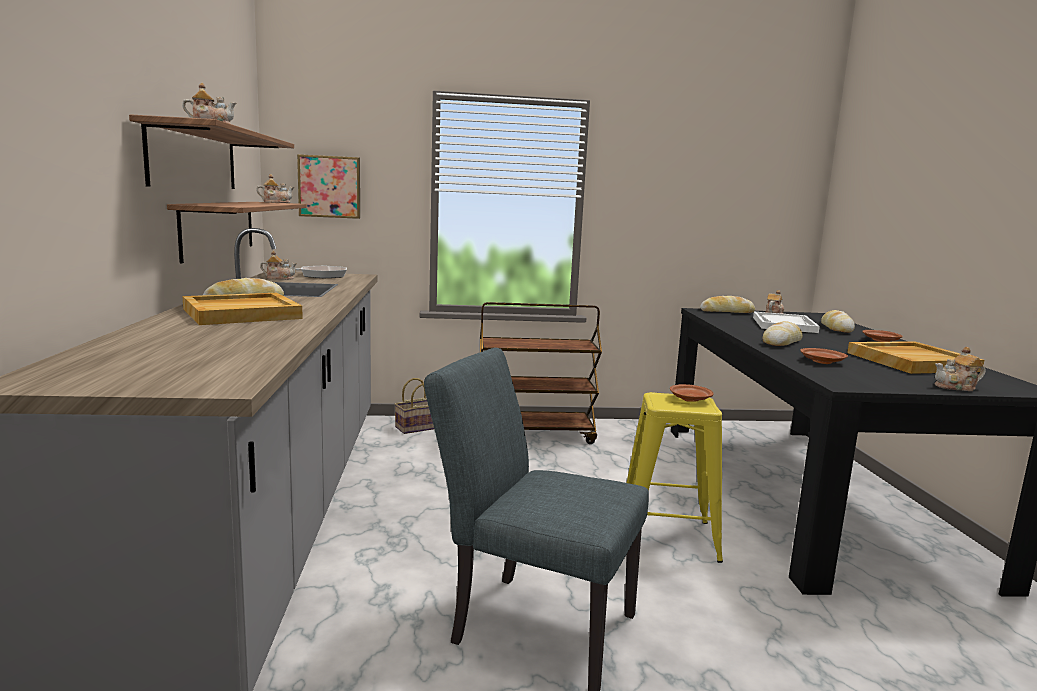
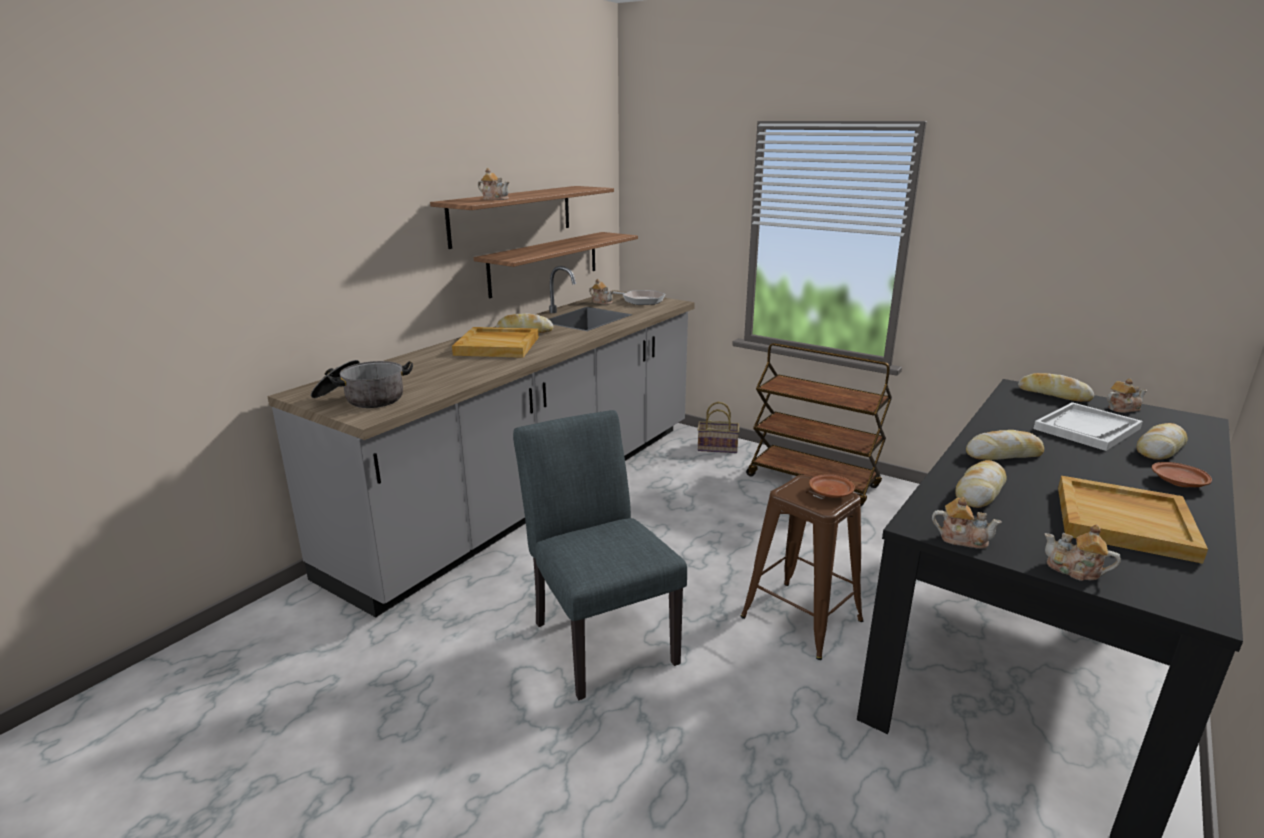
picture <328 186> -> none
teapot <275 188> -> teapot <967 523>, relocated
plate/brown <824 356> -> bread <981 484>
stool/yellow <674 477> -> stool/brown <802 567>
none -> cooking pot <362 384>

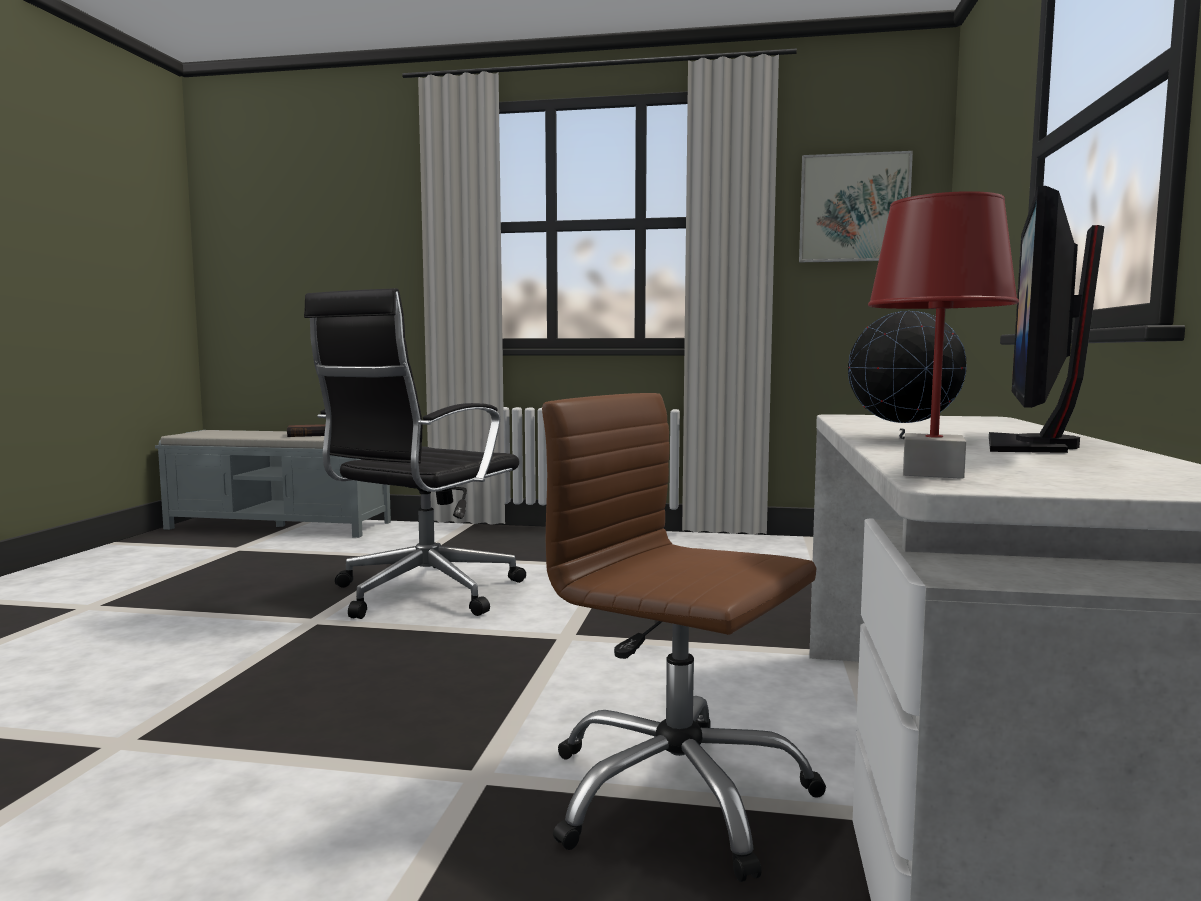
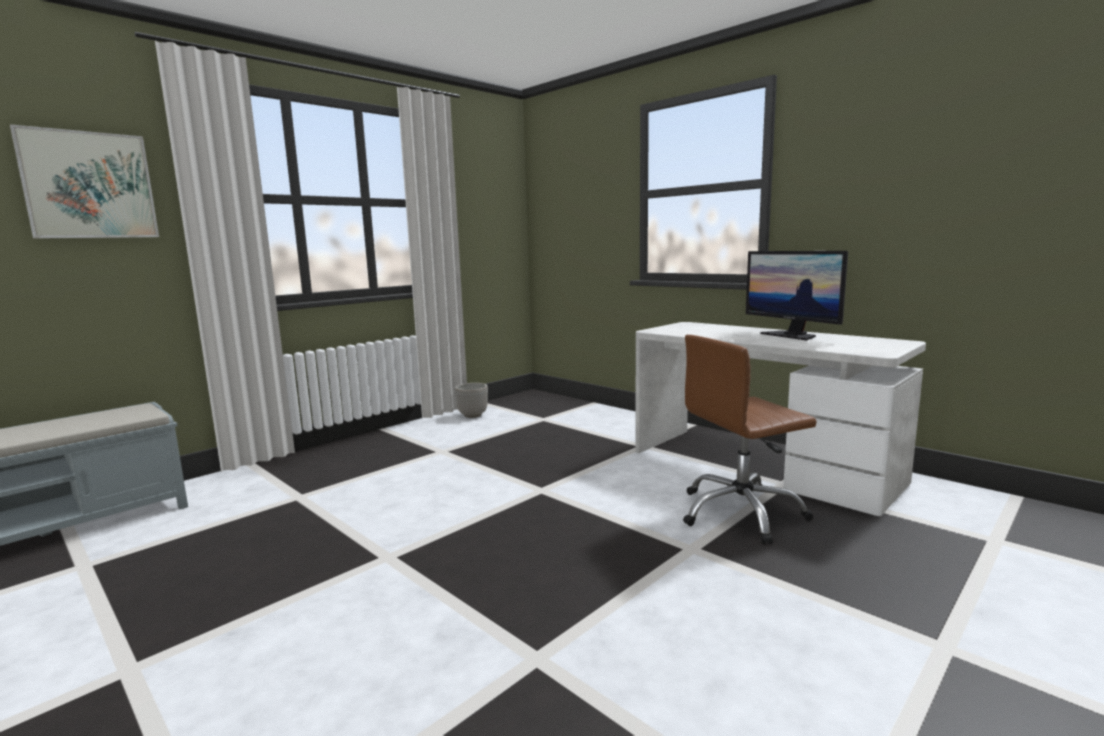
picture <856 206> -> picture <84 181>, relocated
table lamp/red <943 335> -> none
office chair/black <415 453> -> none
globe <907 375> -> none
book <306 430> -> none
none -> planter <471 400>

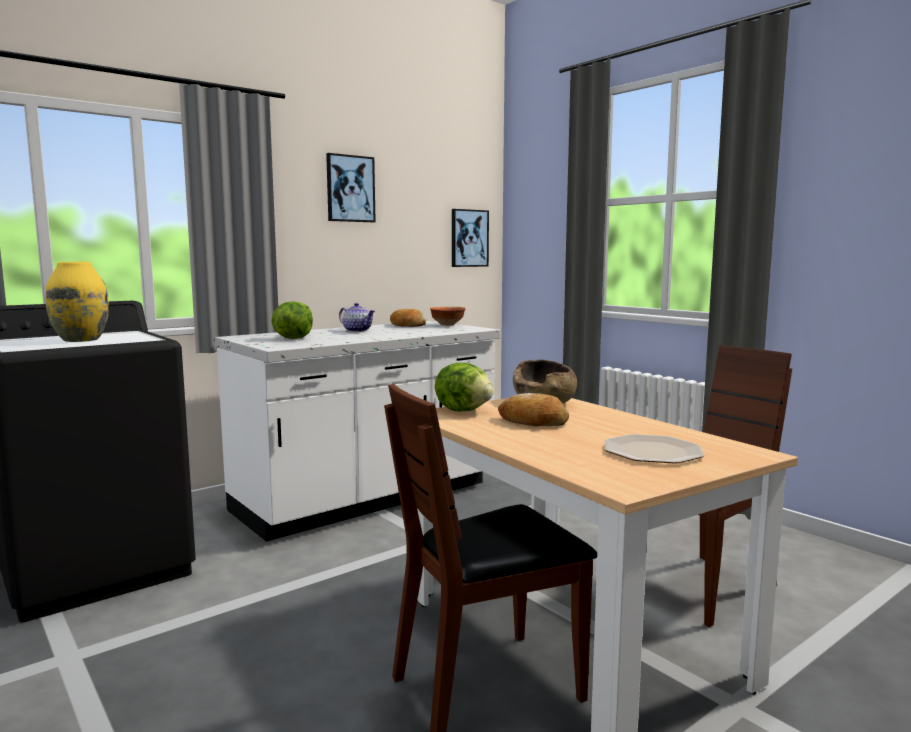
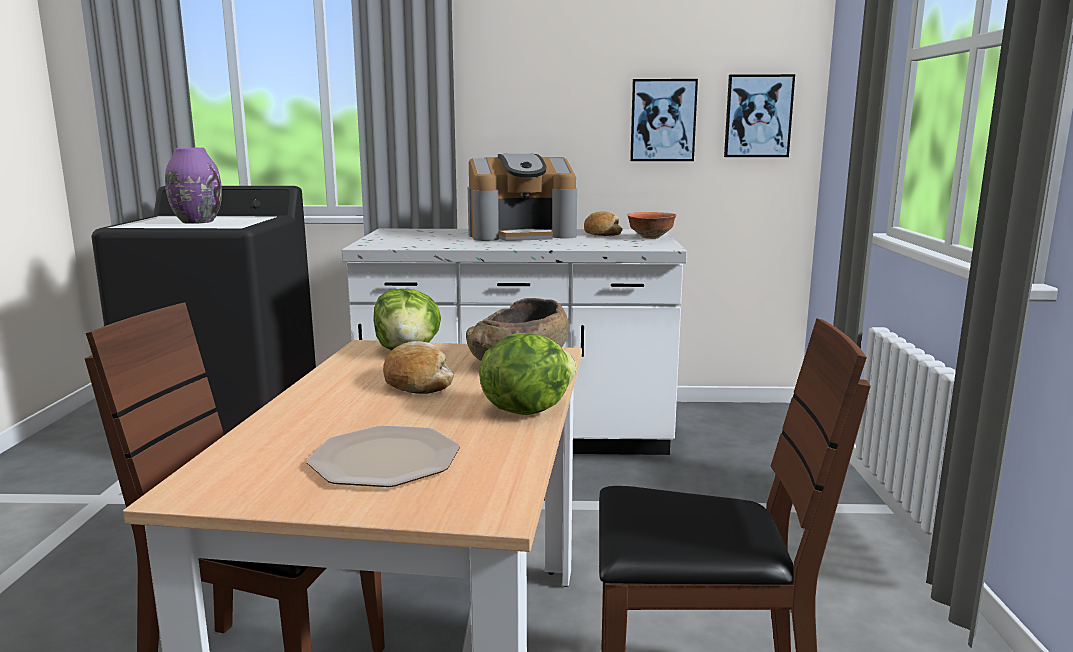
picture <351 187> -> picture <664 120>, relocated
vase/yellow <77 302> -> vase/purple <193 186>
lettuce <292 320> -> lettuce <528 374>, relocated
teapot <357 317> -> coffee machine <522 197>

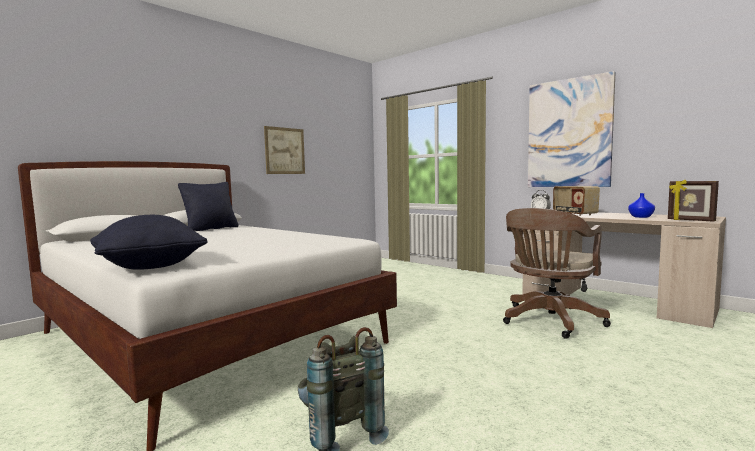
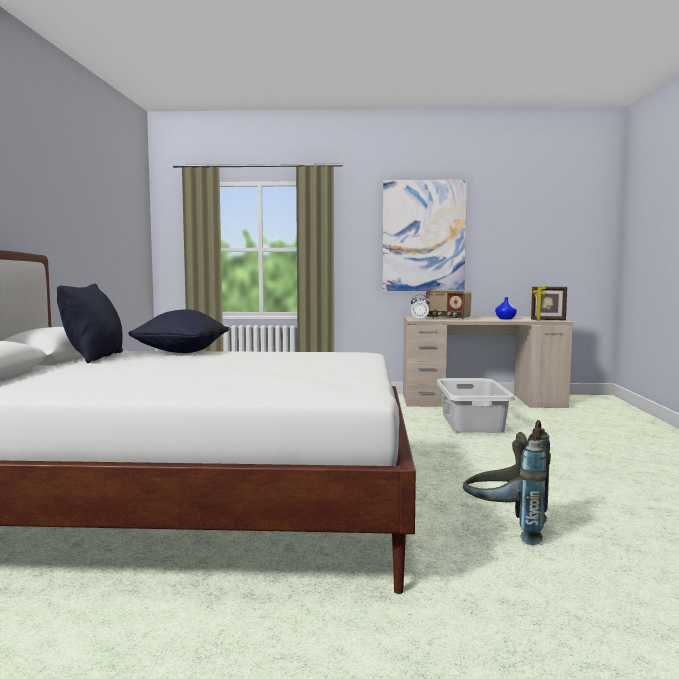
picture <284 150> -> none
office chair/brown <557 273> -> laundry basket/grey <476 405>
pillow/black <149 242> -> pillow/black <178 331>, relocated

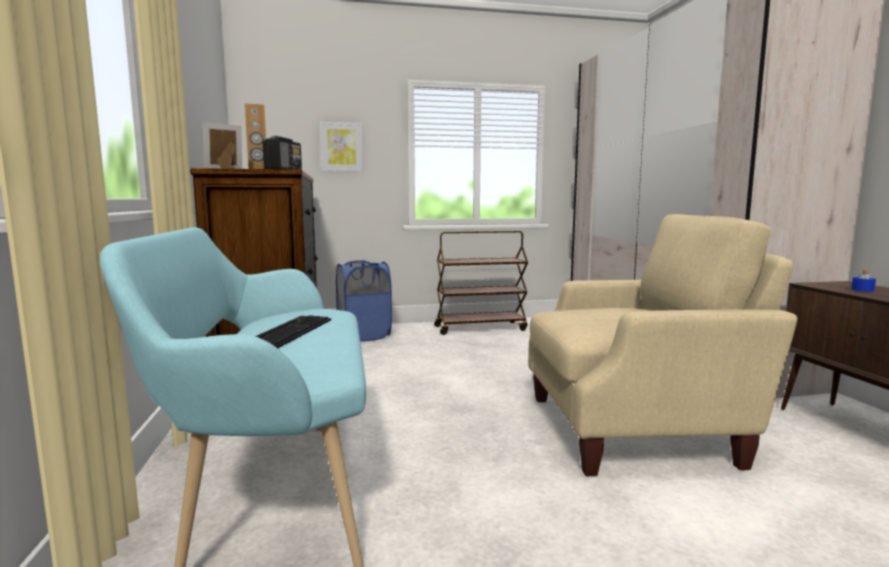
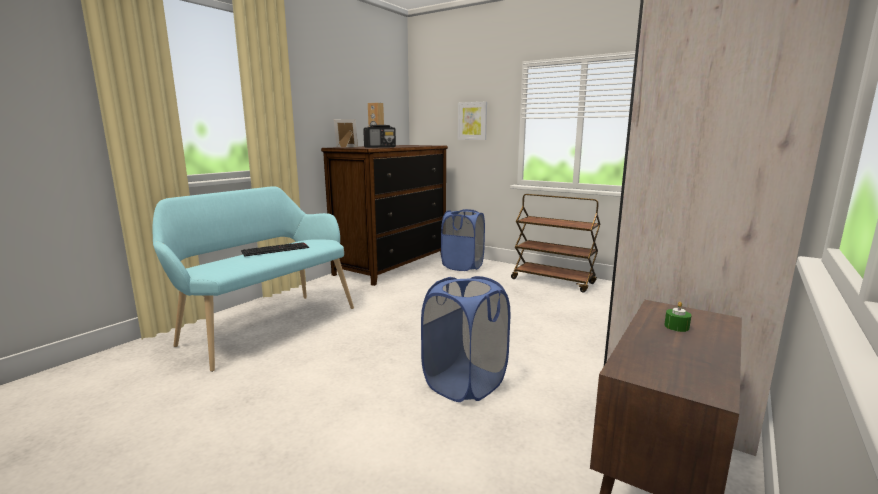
armchair/beige <662 345> -> laundry basket/blue <465 339>
candle/blue <863 280> -> candle/green <677 317>

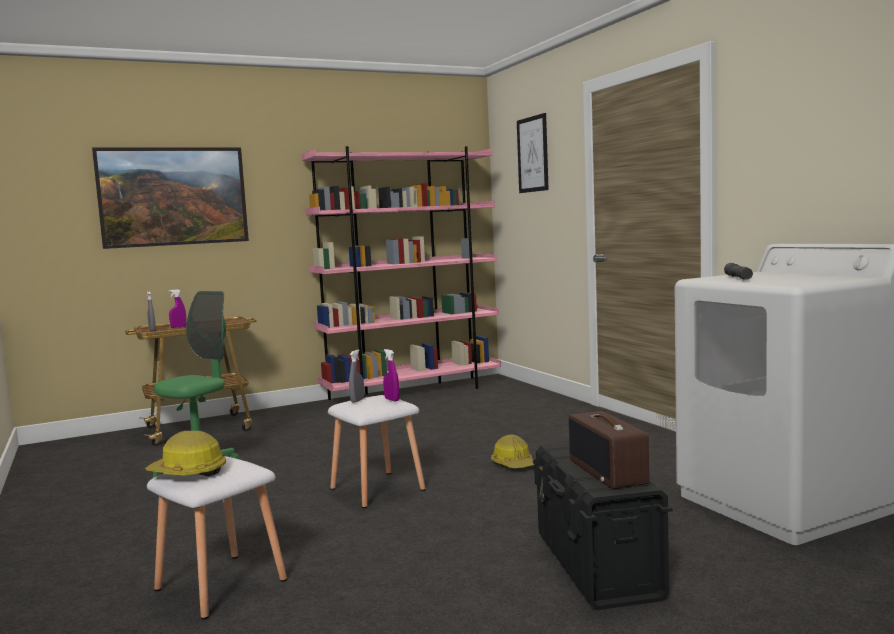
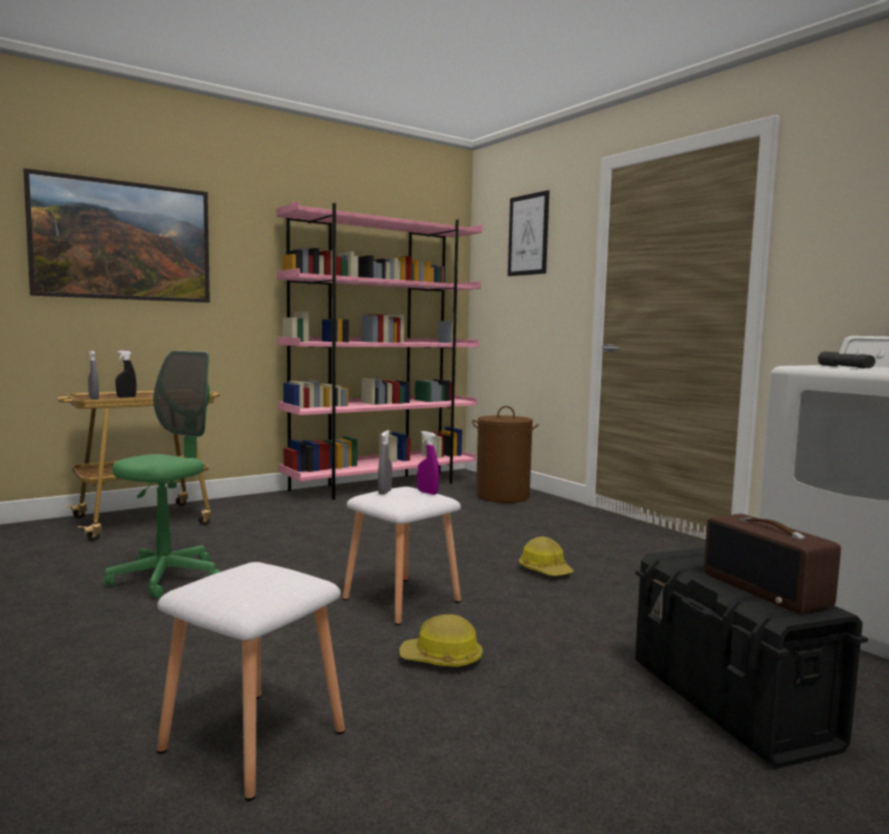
spray bottle/purple <178 308> -> spray bottle/black <126 374>
hard hat <185 454> -> hard hat <441 640>, relocated
none -> laundry basket/brown <505 454>

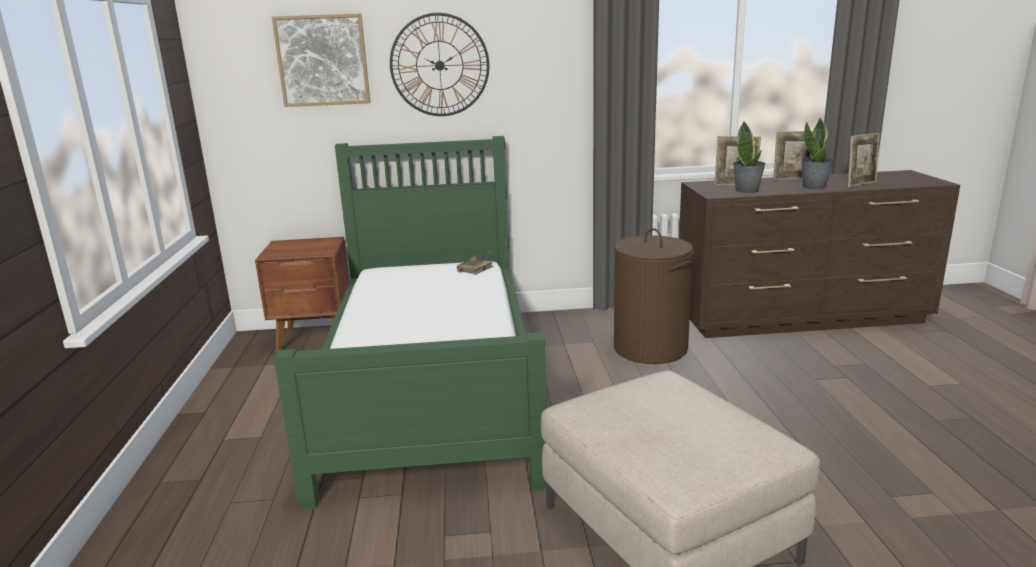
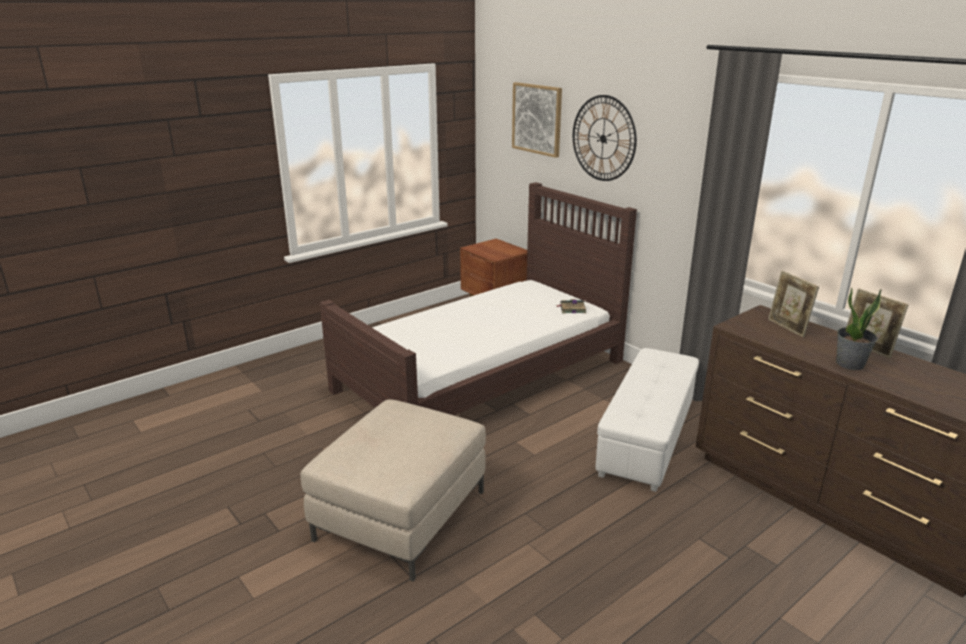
potted plant <749 157> -> none
picture frame <864 160> -> none
bed/green <410 323> -> bed/brown <478 298>
laundry basket/brown <654 296> -> ottoman/white <647 420>

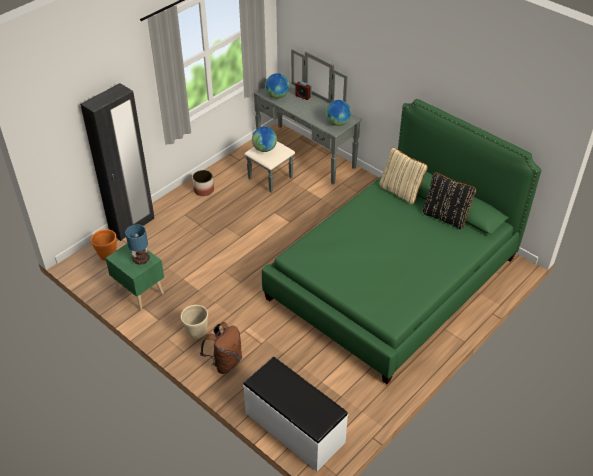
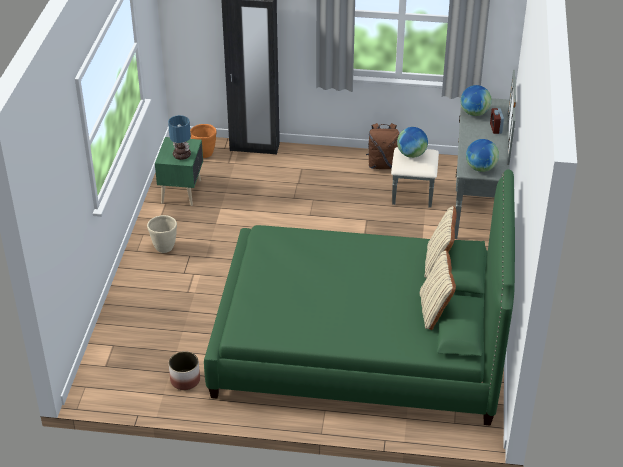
planter <203 183> -> planter <184 370>, relocated
pillow/black <449 200> -> pillow/beige <438 290>
backpack/brown <221 348> -> backpack/brown <382 146>, relocated
bench/white <295 414> -> none

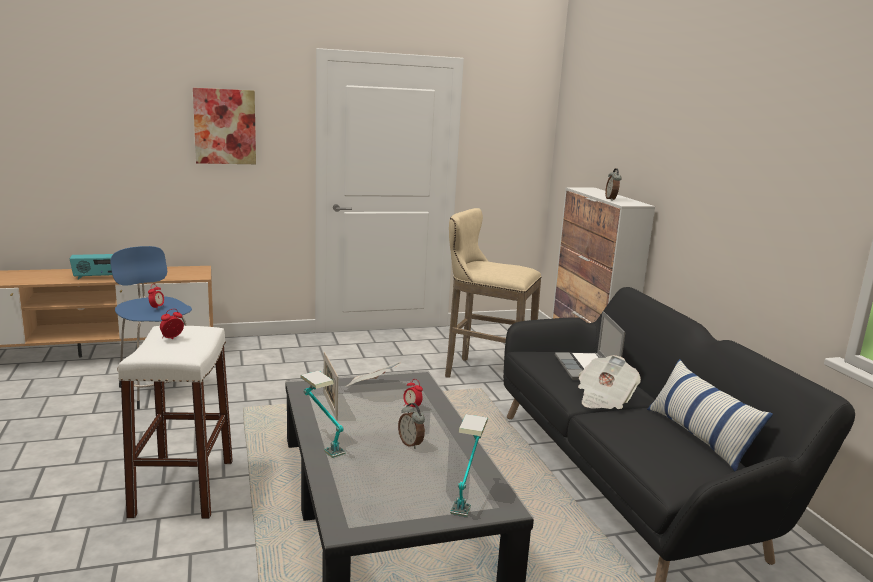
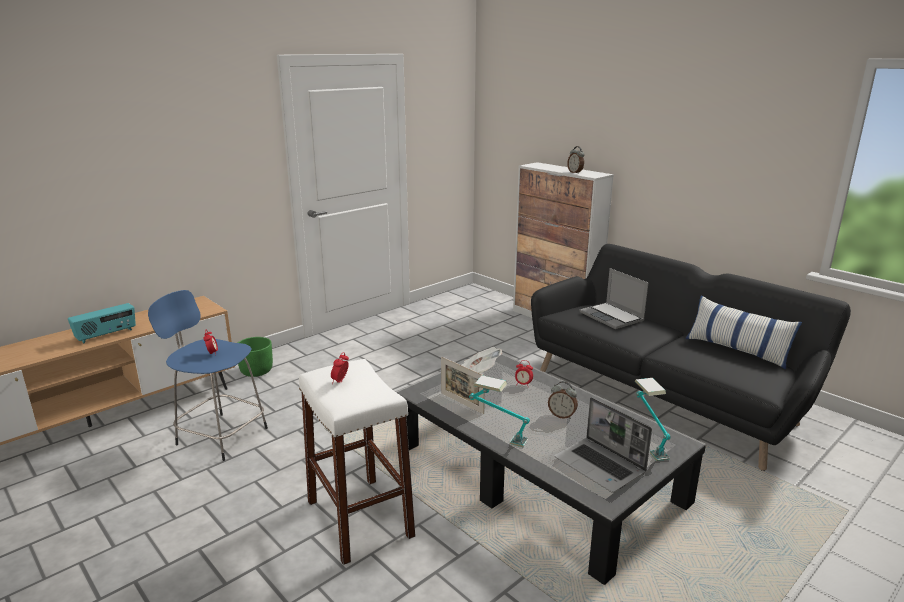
picture <224 126> -> none
stool/beige <493 292> -> none
newspaper <609 382> -> none
none -> planter/green <255 357>
none -> laptop <603 445>

